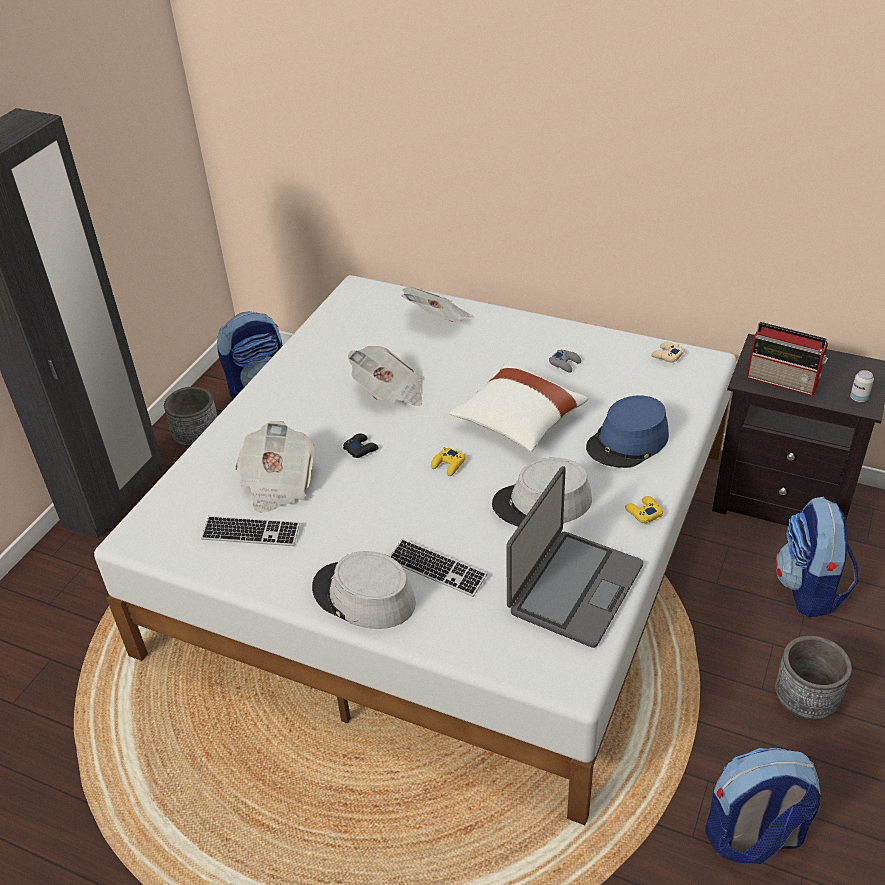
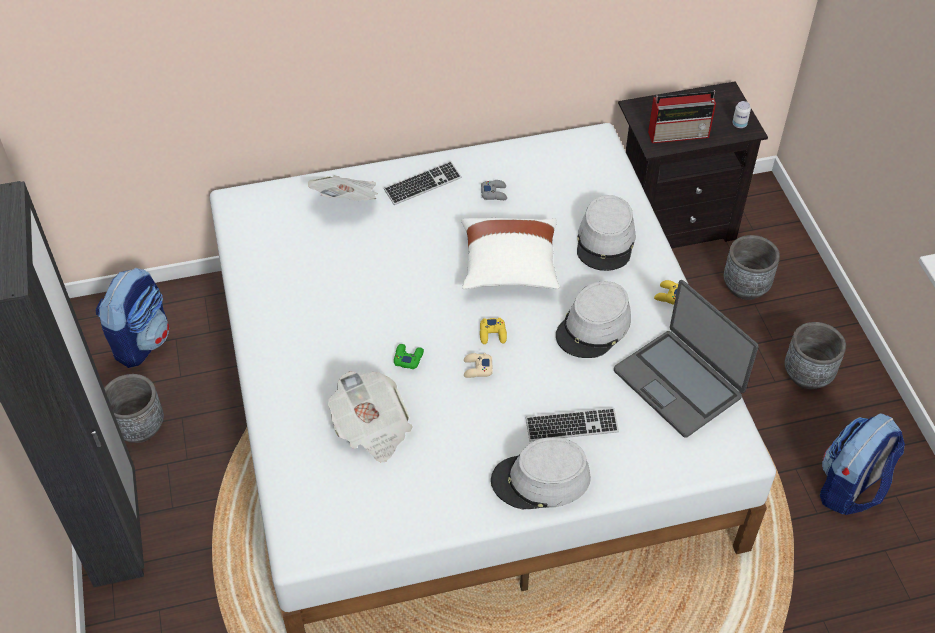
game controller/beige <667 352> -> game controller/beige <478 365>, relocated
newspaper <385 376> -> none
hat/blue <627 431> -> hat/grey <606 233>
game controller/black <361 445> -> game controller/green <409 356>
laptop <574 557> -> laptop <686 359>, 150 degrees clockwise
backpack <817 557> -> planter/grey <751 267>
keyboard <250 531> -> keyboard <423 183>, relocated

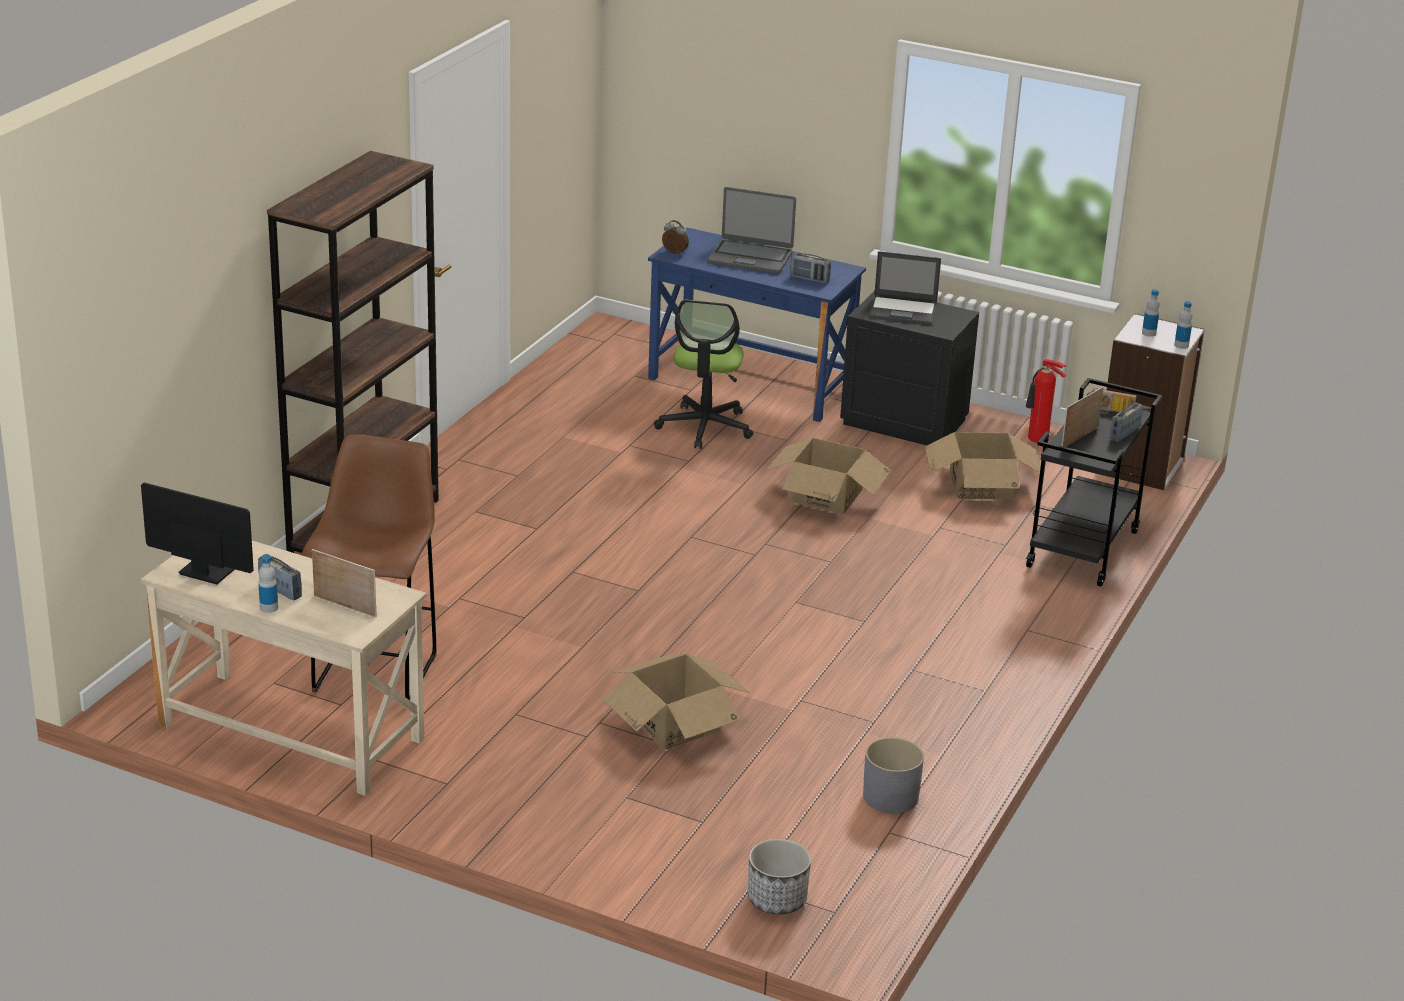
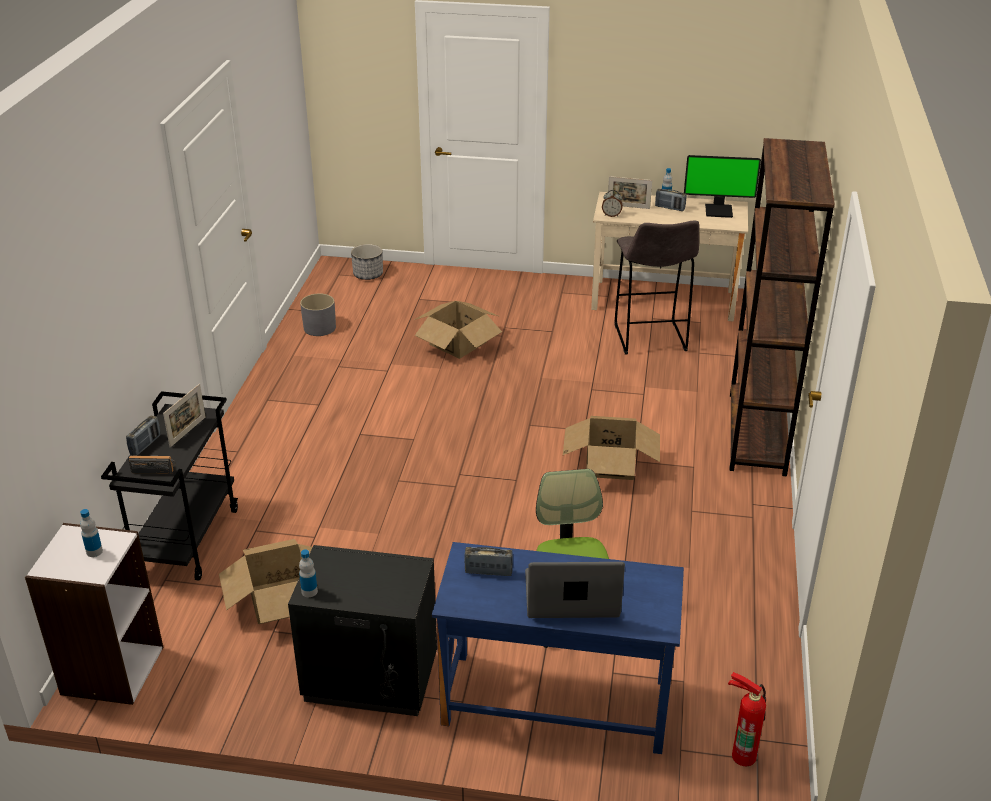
alarm clock <675 237> -> alarm clock <612 203>, relocated
laptop <904 288> -> none
bottle <1183 325> -> bottle <308 573>, relocated
fire extinguisher <1046 401> -> fire extinguisher <747 719>, relocated
stool/brown <369 567> -> stool/grey <656 288>
cardboard box <828 476> -> cardboard box <611 448>, relocated

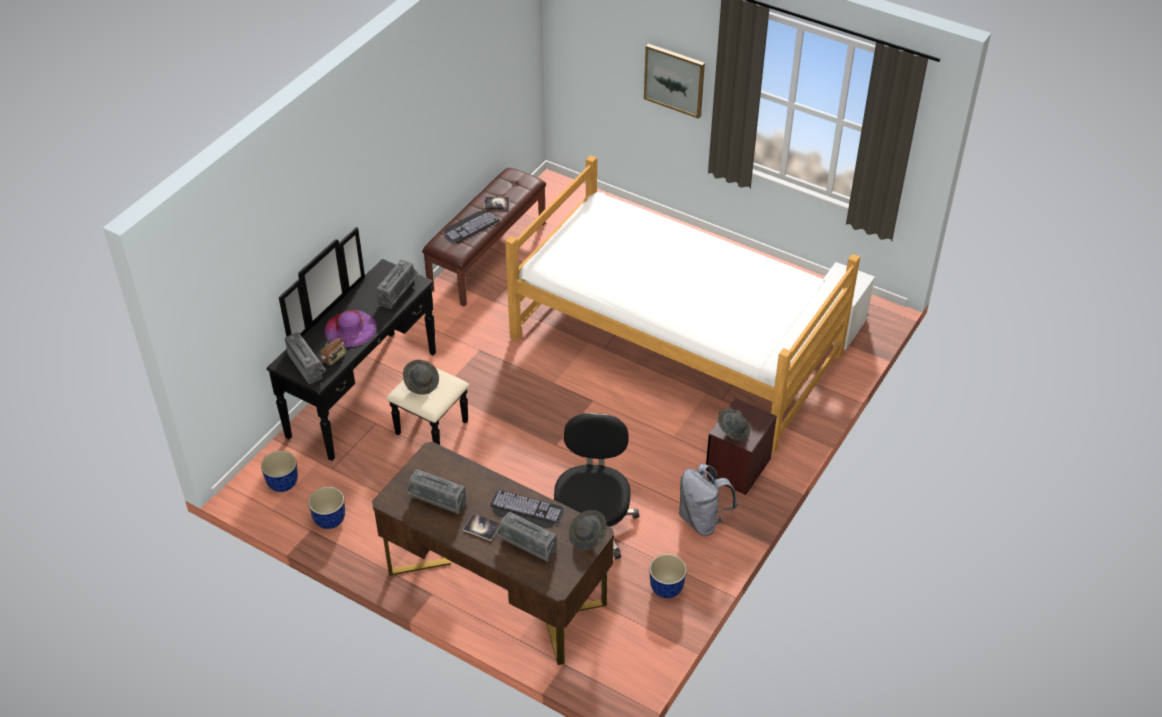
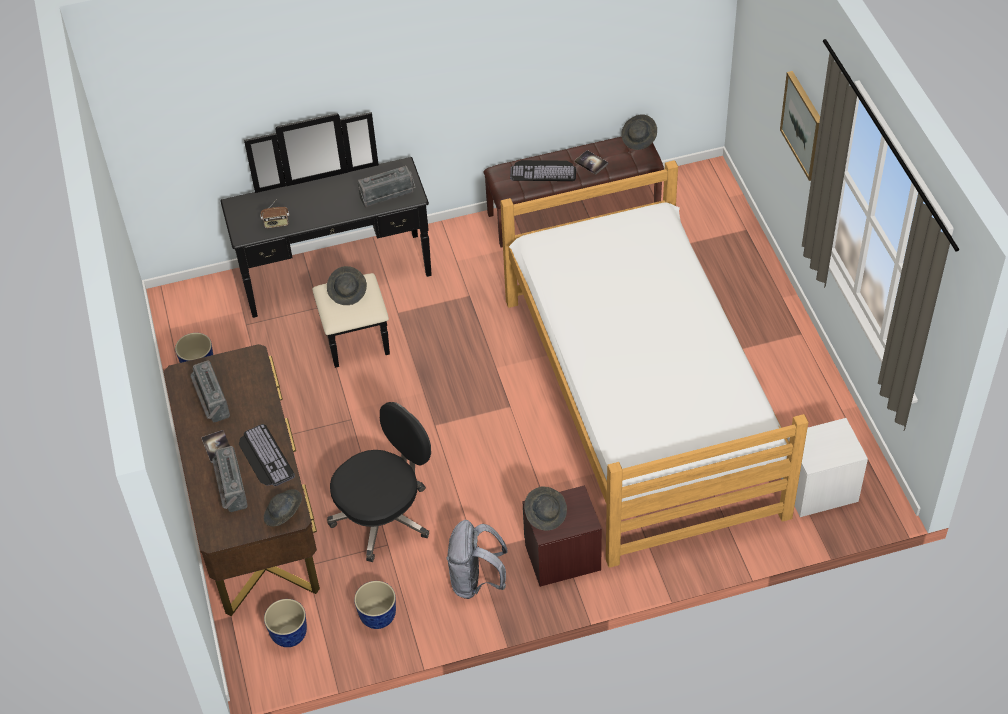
hat/purple <350 328> -> none
radio <305 358> -> none
planter <279 471> -> planter <285 623>, relocated
none -> hat/grey <639 132>

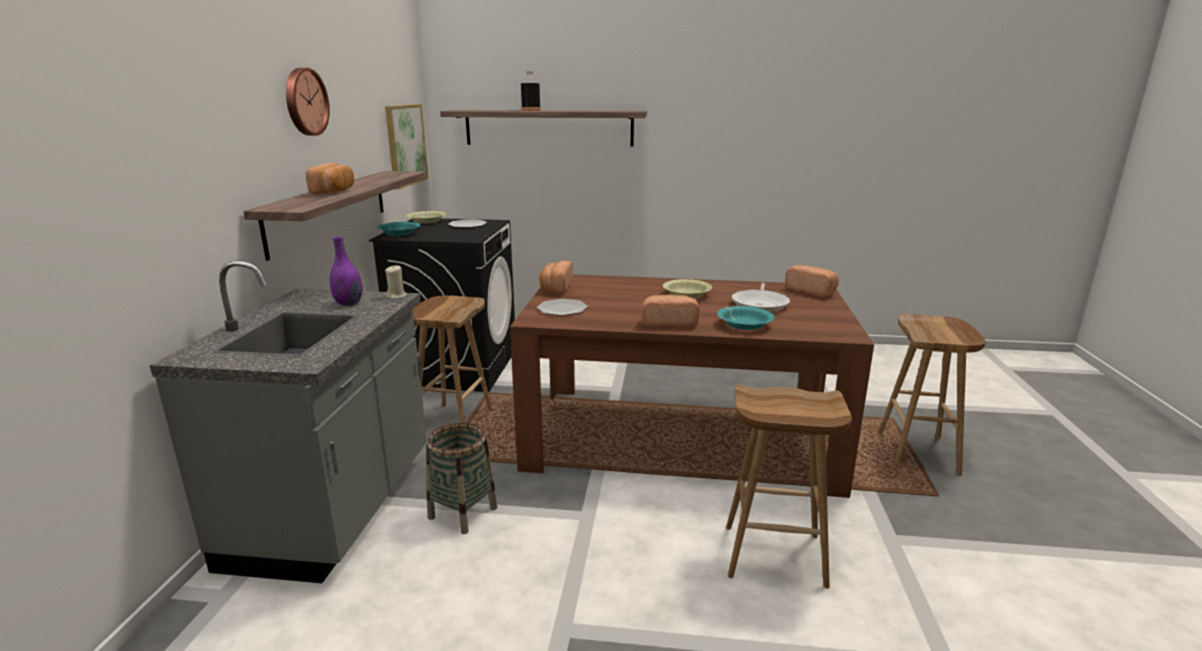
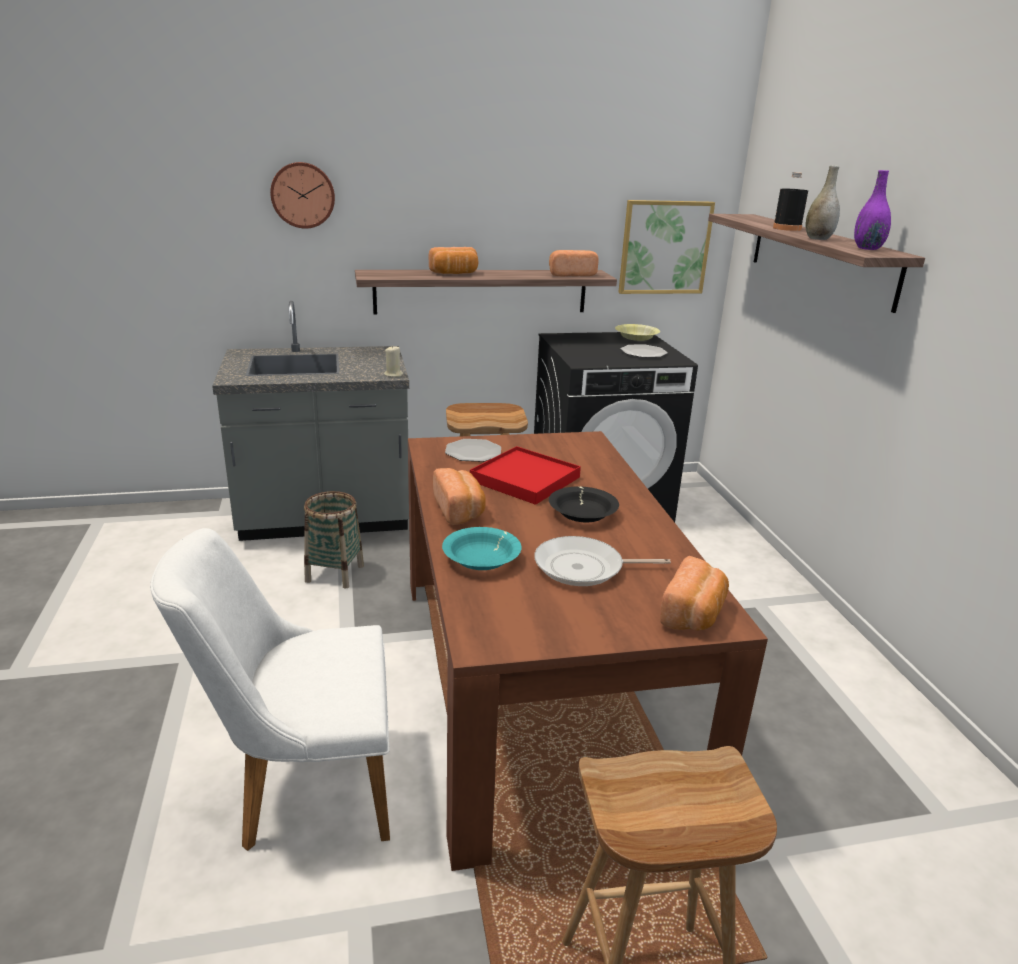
wall clock <308 102> -> wall clock <302 195>, relocated
bowl/turquoise <399 229> -> none
vase/purple <346 271> -> vase/purple <872 210>, relocated
bread <556 277> -> bread <574 263>, relocated
bowl/yellow <687 288> -> bowl/black <584 504>
stool/brown <789 486> -> chair/white <270 689>
none -> vase/grey <822 202>
none -> tray/red <525 475>

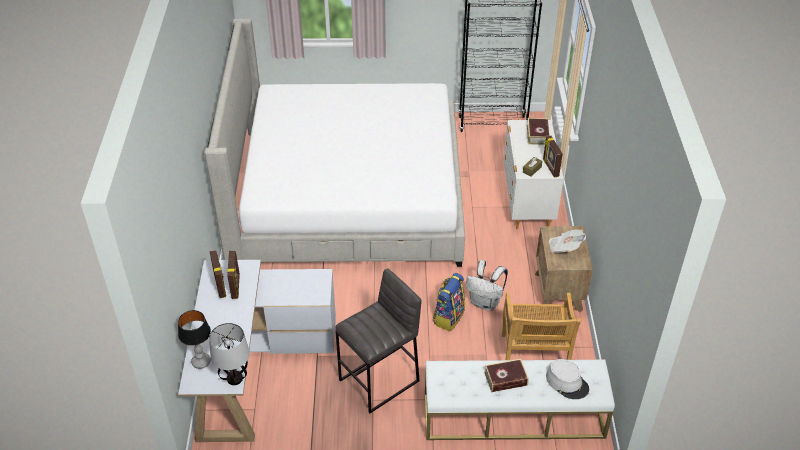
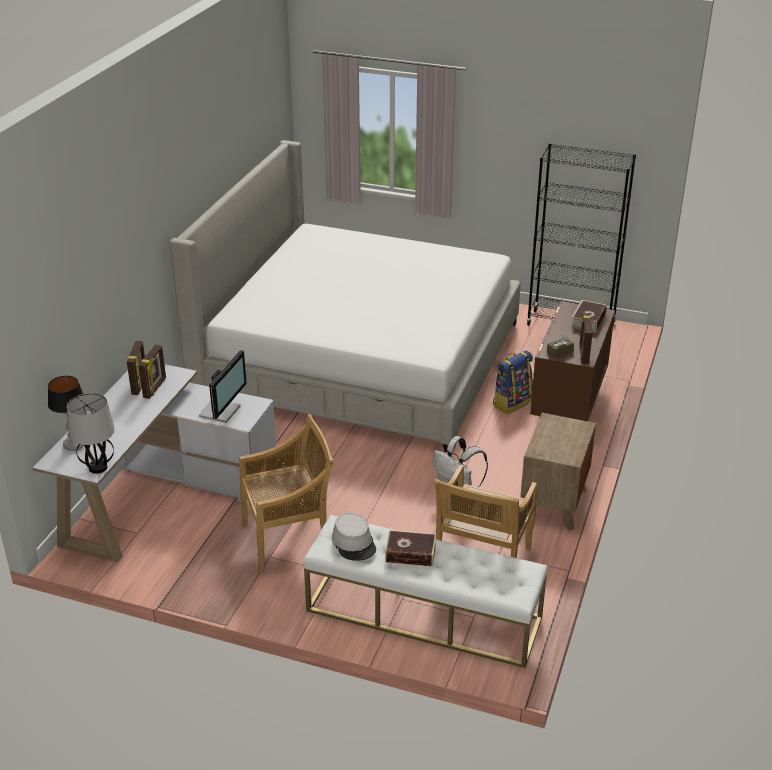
dresser/white <533 174> -> dresser/brown <572 361>
newspaper <567 241> -> none
stool/grey <378 340> -> chair/beige <286 494>
backpack <449 302> -> backpack <513 382>, relocated
hat/grey <567 379> -> hat/grey <354 536>, relocated
none -> monitor <223 386>

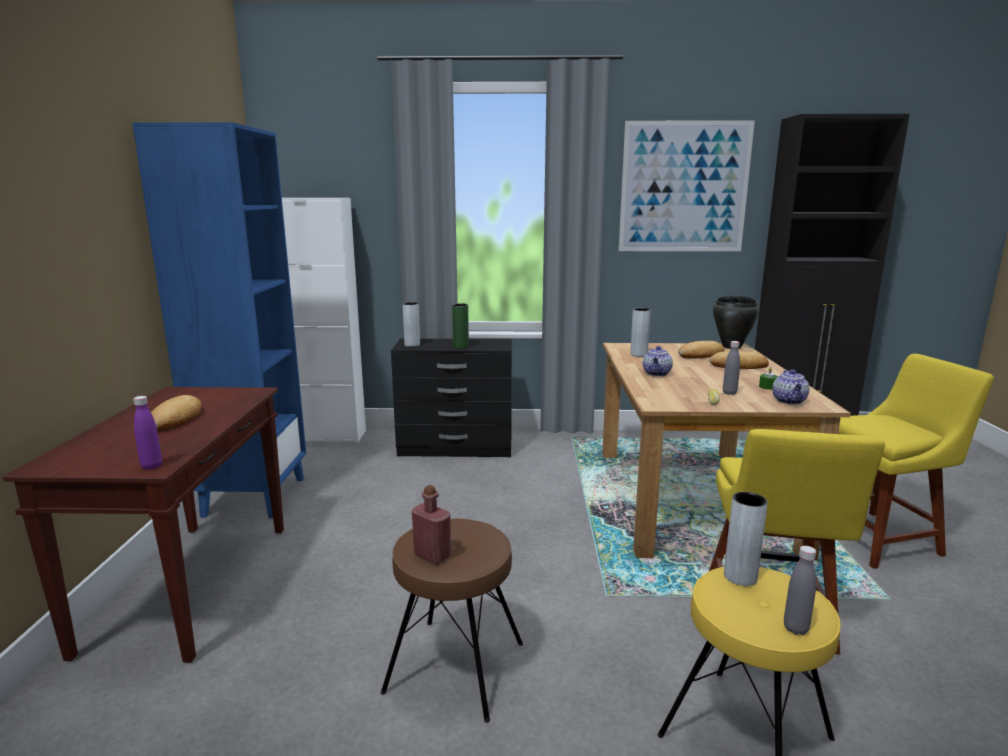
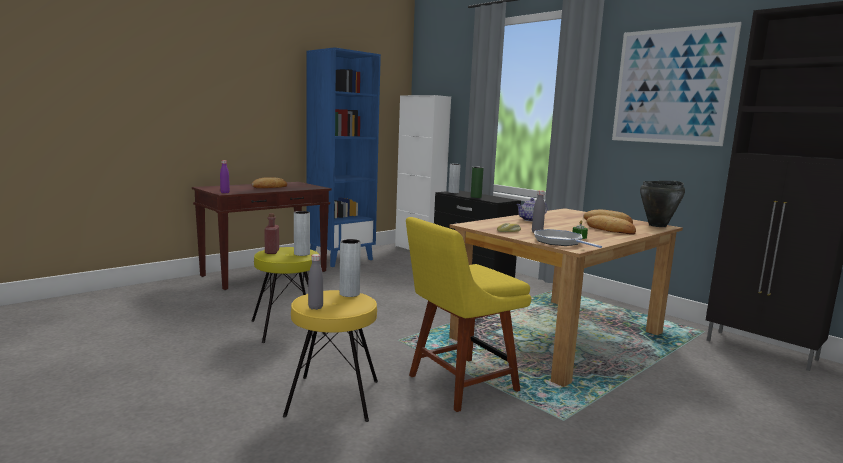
vase/grey <640 332> -> vase/grey <302 233>, relocated
chair/yellow <916 461> -> none
teapot <791 387> -> frying pan <568 238>
stool/brown <452 621> -> stool/yellow <289 295>

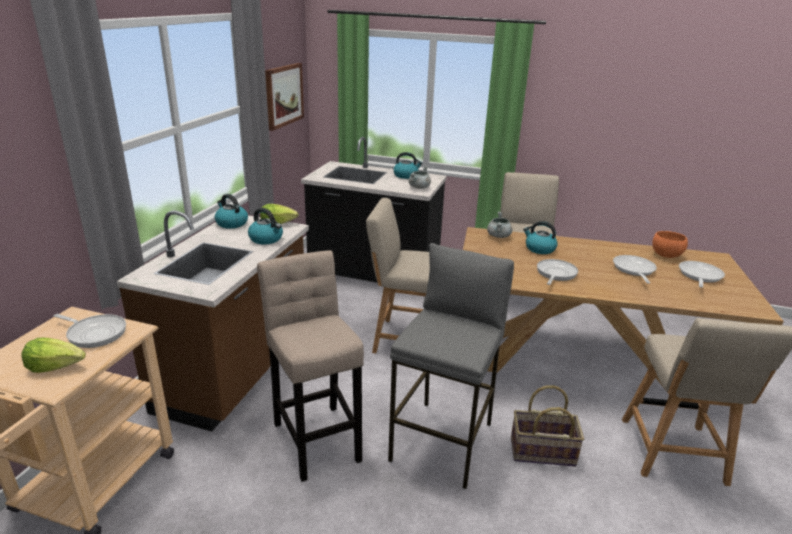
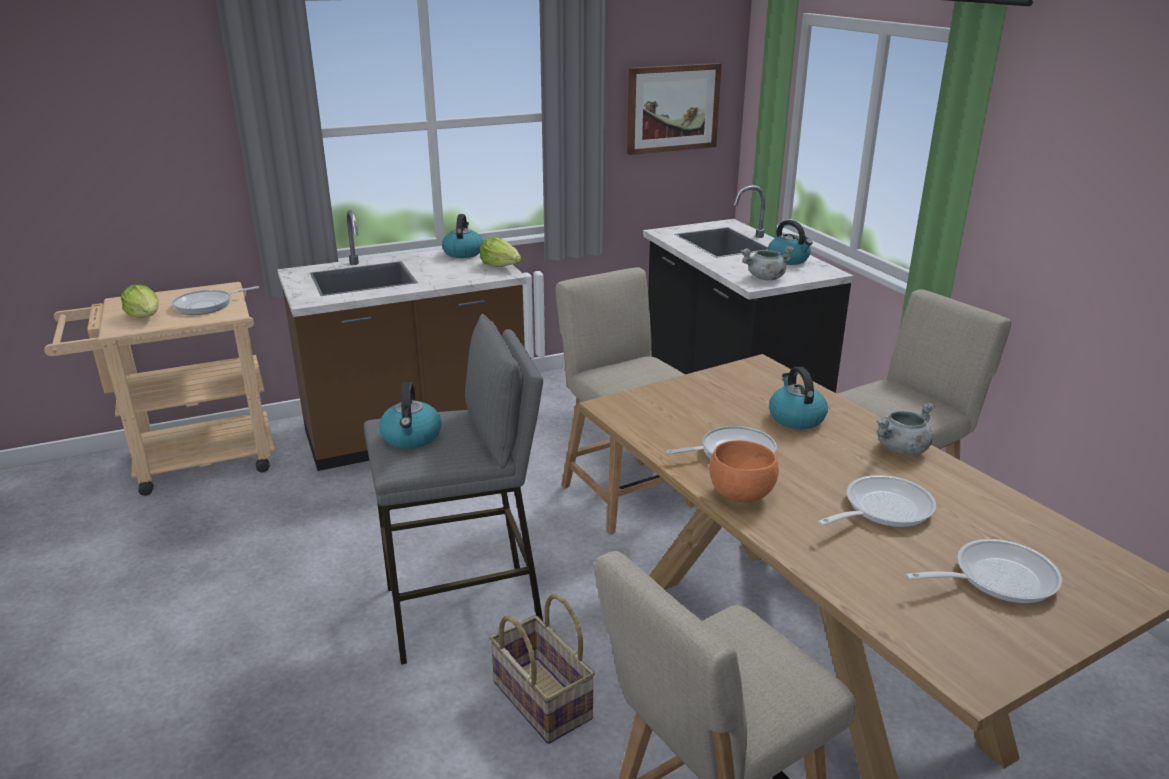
kettle <265 226> -> kettle <410 415>, relocated
cooking pot/grey <500 225> -> cooking pot/grey <906 428>, relocated
bowl/orange <670 244> -> bowl/orange <744 471>, relocated
stool/beige <310 366> -> none
frying pan <90 331> -> frying pan <215 300>, 75 degrees clockwise

